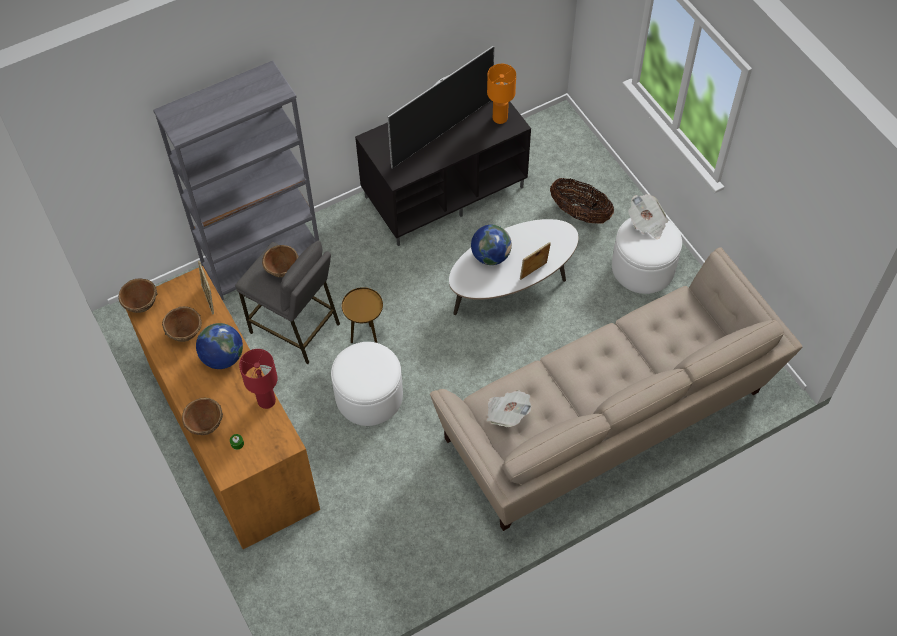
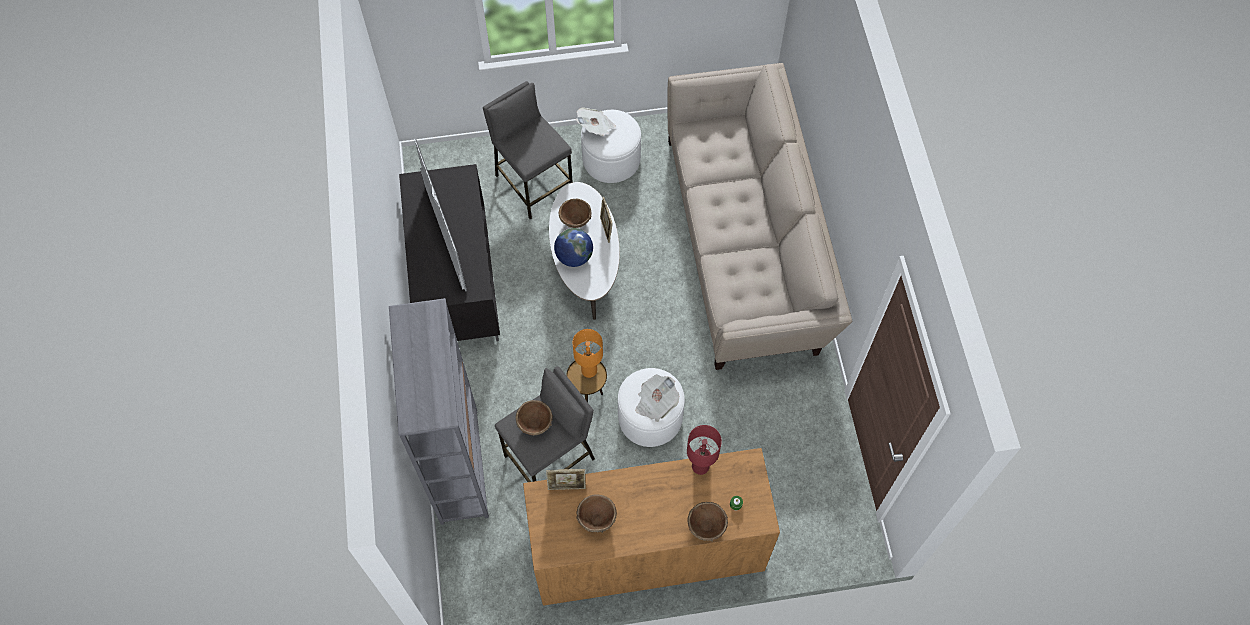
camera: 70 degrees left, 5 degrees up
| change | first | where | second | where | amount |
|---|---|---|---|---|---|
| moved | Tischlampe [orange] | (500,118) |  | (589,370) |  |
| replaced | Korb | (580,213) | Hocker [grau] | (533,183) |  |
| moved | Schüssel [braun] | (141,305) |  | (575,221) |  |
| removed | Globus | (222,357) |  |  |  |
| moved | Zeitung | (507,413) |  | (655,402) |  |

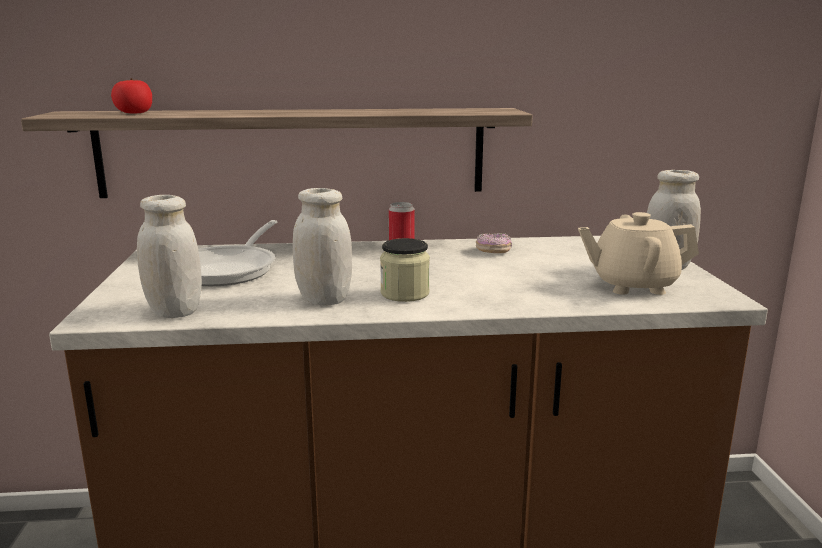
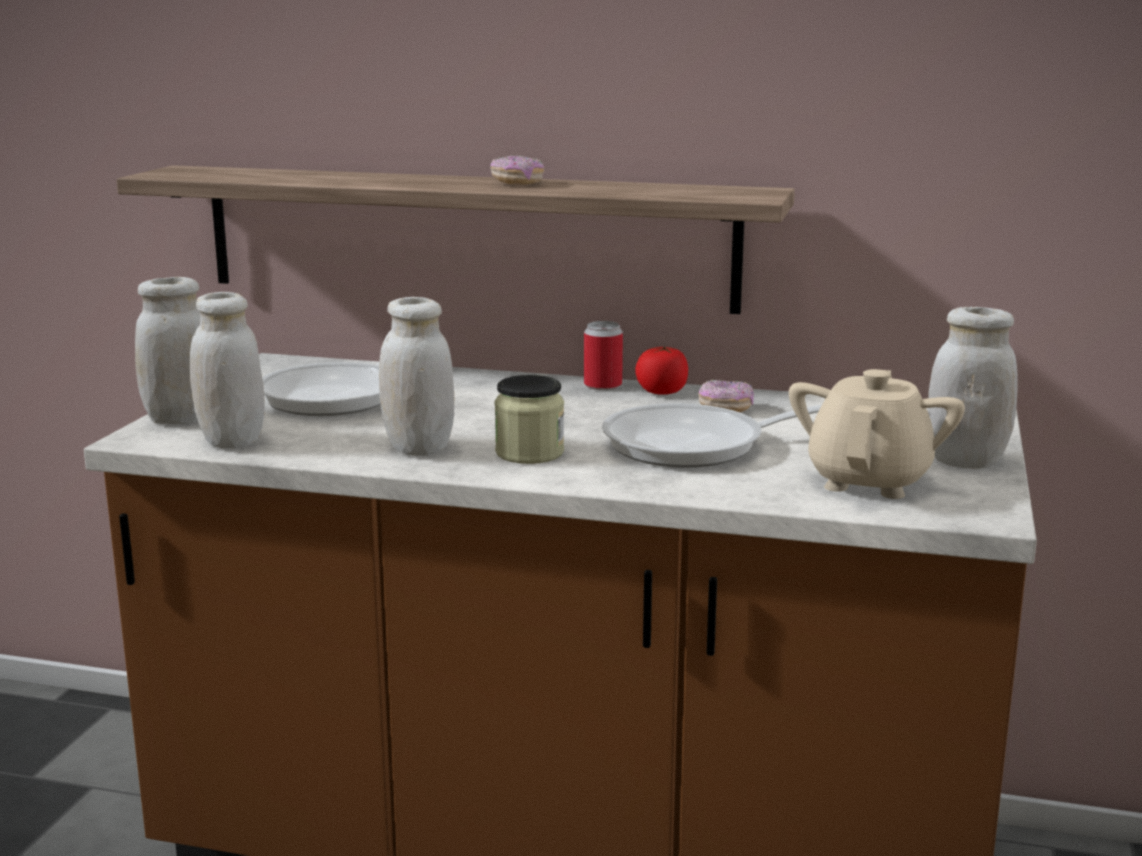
camera: 20 degrees right, 0 degrees up
| change | first | where | second | where | amount |
|---|---|---|---|---|---|
| moved | Tomate | (134,113) |  | (662,392) |  |
| turned | Teekanne [beige] | (632,285) |  | (869,481) | 90 degrees clockwise |
| added |  |  | Donut | (517,183) |  |
| added |  |  | Vorratsglas [weiß] | (181,419) |  |
| added |  |  | Pfanne | (698,445) |  |

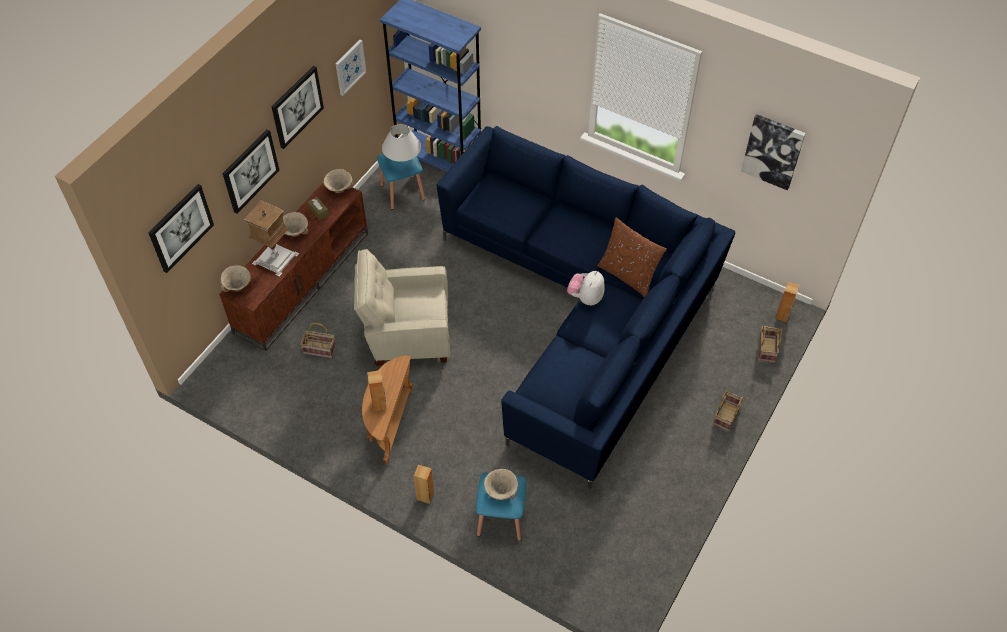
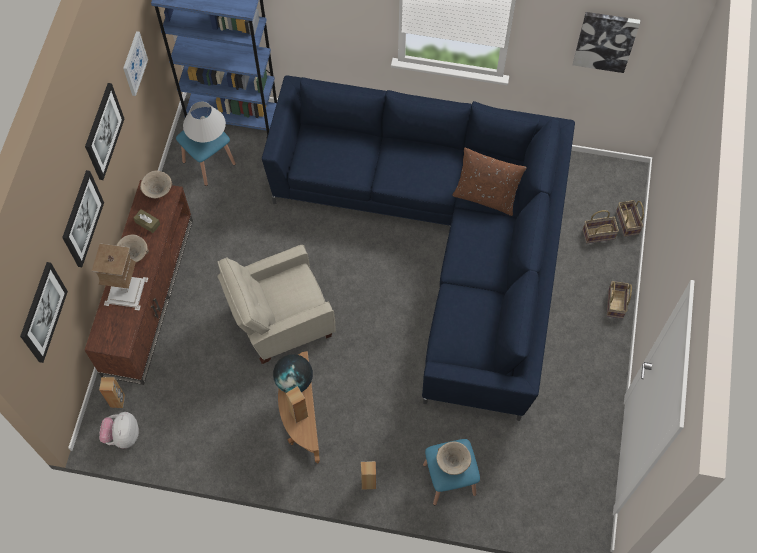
camera: 20 degrees left, 10 degrees up
| change | first | where | second | where | amount |
|---|---|---|---|---|---|
| removed | Schüssel [beige] | (238,287) |  |  |  |
| moved | Plüschtier | (586,297) |  | (122,436) |  |
| moved | Lautsprecher [braun] | (782,315) |  | (117,401) |  |
| moved | Korb | (320,349) |  | (599,234) |  |
| added |  |  | Globus | (294,381) |  |

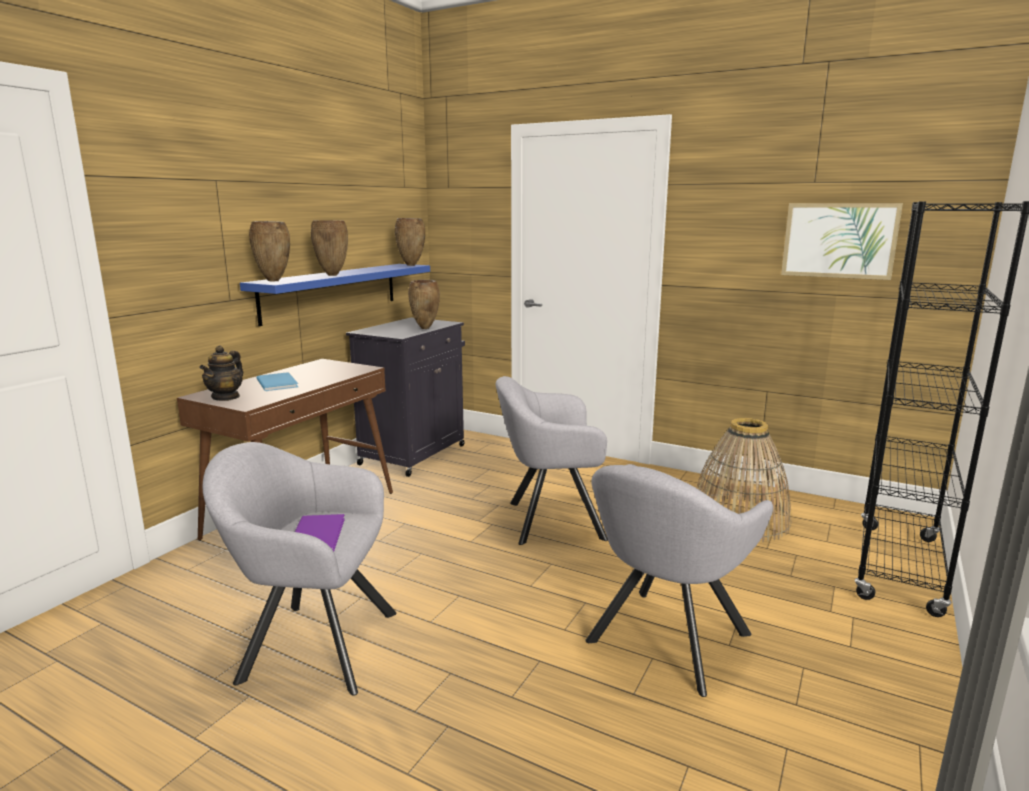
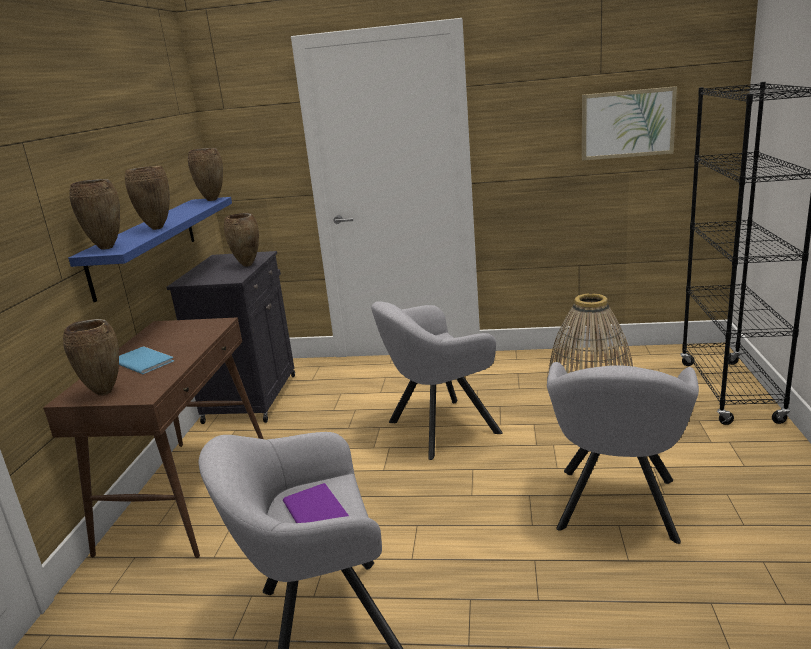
camera: 20 degrees left, 5 degrees up
| change | first | where | second | where | amount |
|---|---|---|---|---|---|
| replaced | Teekanne | (226,397) | Vase [braun] | (105,392) |  |

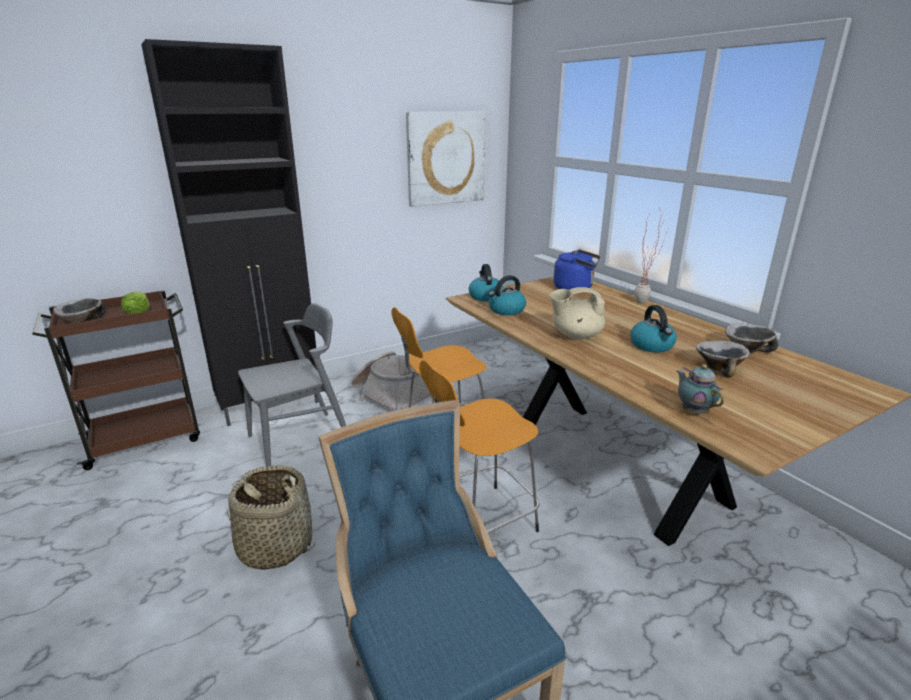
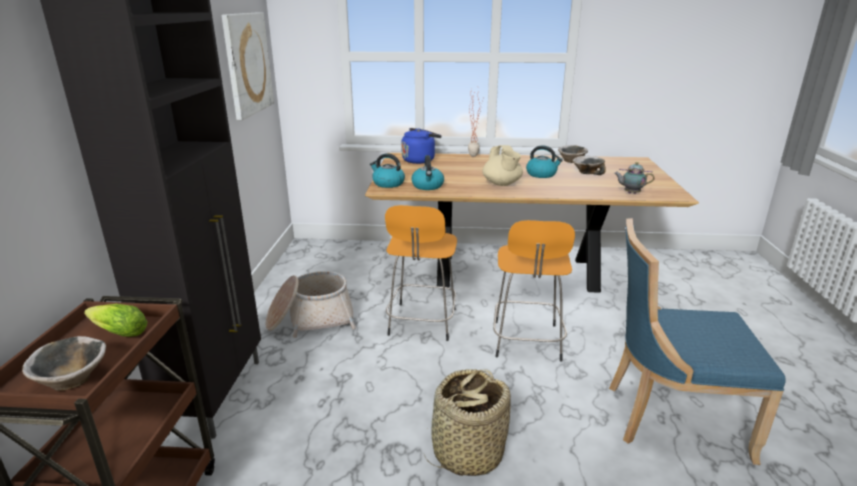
camera: 55 degrees left, 0 degrees up
| change | first | where | second | where | amount |
|---|---|---|---|---|---|
| turned | Teekanne [beige] | (575,336) |  | (502,184) | 45 degrees counterclockwise |
| removed | Stuhl [grau] | (301,442) |  |  |  |

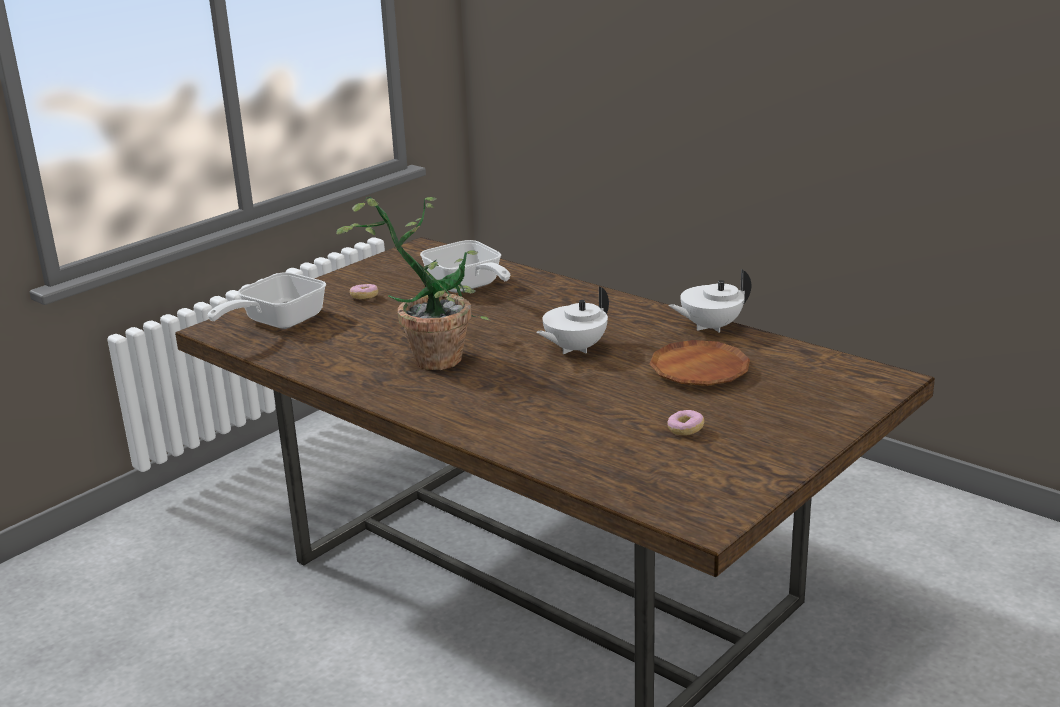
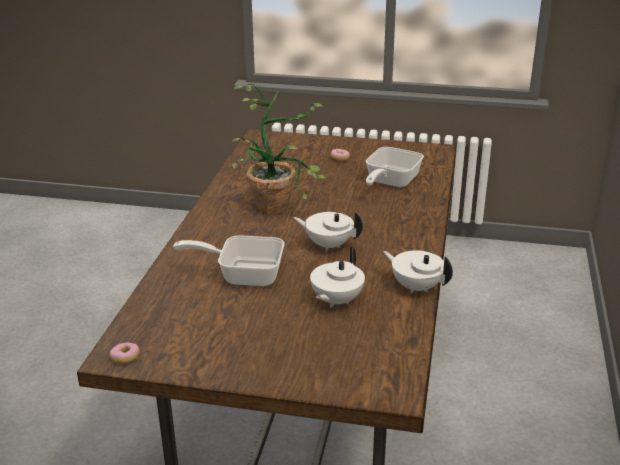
camera: 60 degrees right, 5 degrees up
| change | first | where | second | where | amount |
|---|---|---|---|---|---|
| moved | Pfanne | (276,322) |  | (243,274) |  |
| replaced | Teller [braun] | (699,370) | Teekanne [weiß] | (336,300) |  |
| moved | Donut | (685,430) |  | (125,358) |  |

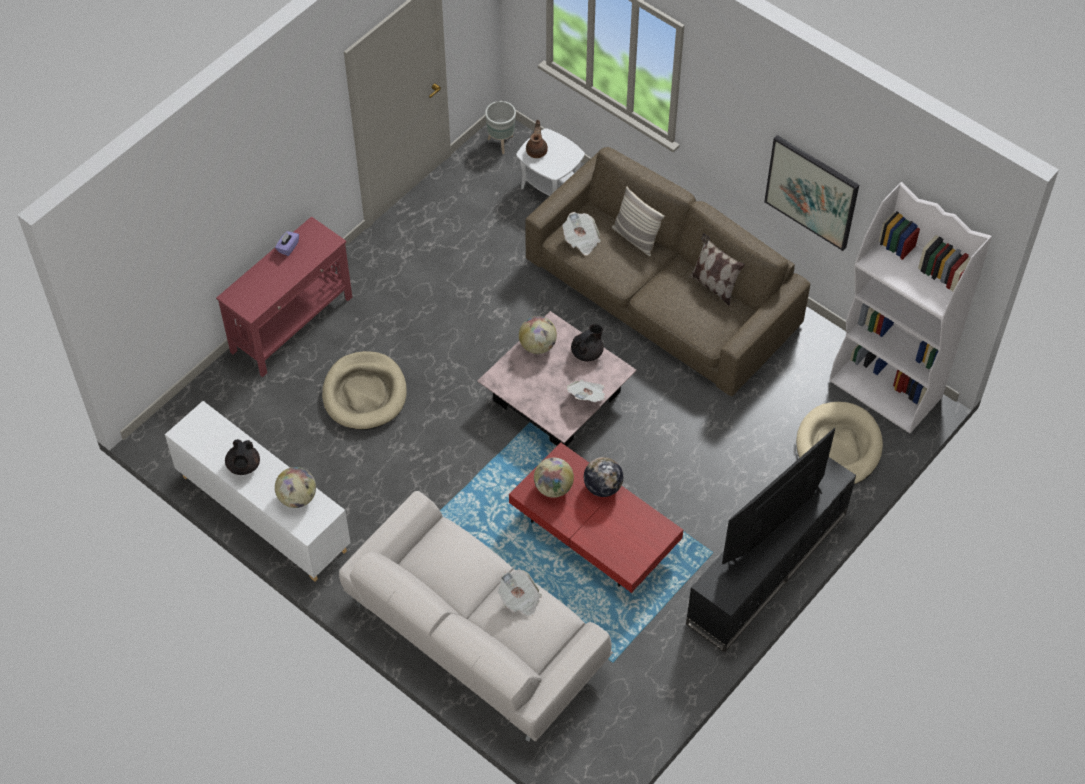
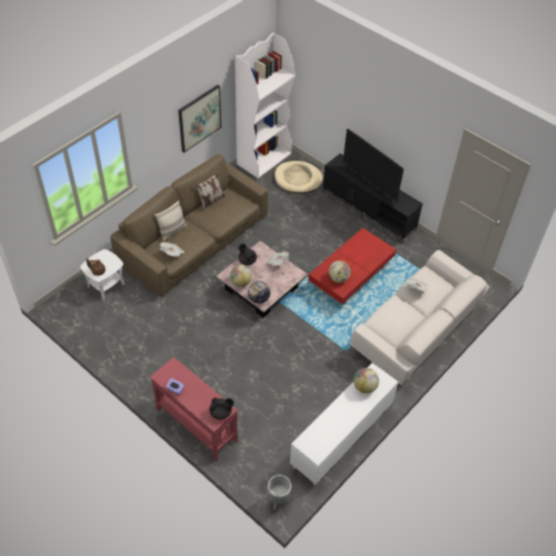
camera: 90 degrees left, 5 degrees down
| change | first | where | second | where | amount |
|---|---|---|---|---|---|
| moved | Pflanzkübel [grau] | (501,142) |  | (278,500) |  |
| removed | Hundebett [beige] | (365,393) |  |  |  |
| moved | Teekanne [schwarz] | (243,466) |  | (221,412) |  |
| moved | Globus | (602,487) |  | (259,299) |  |

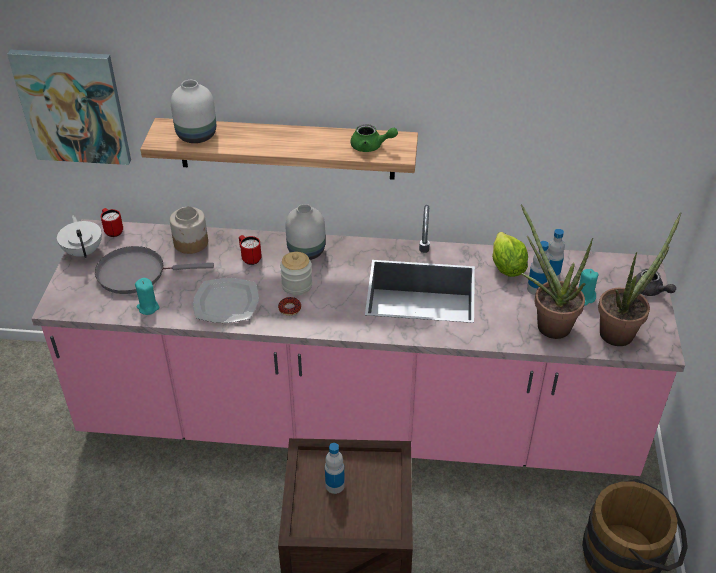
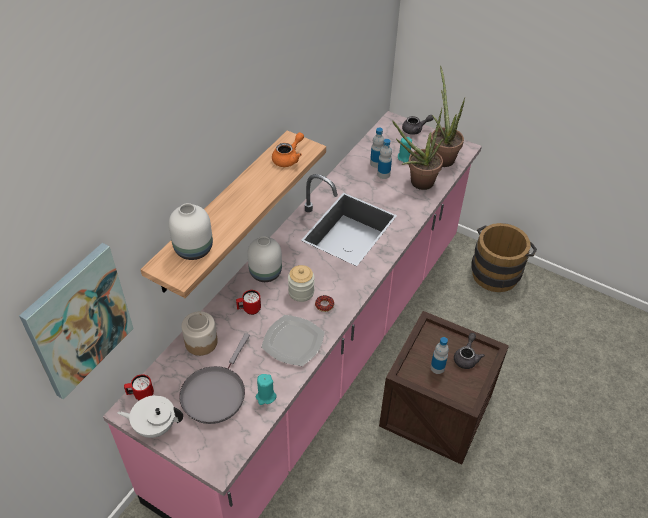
camera: 65 degrees left, 5 degrees up
| change | first | where | second | where | amount |
|---|---|---|---|---|---|
| recoloured | Teekanne [grün] | (371,147) | Teekanne [orange] | (288,158) |  |
| removed | Salatkopf | (506,268) |  |  |  |
| added |  |  | Teekanne [grau] | (466,357) |  |

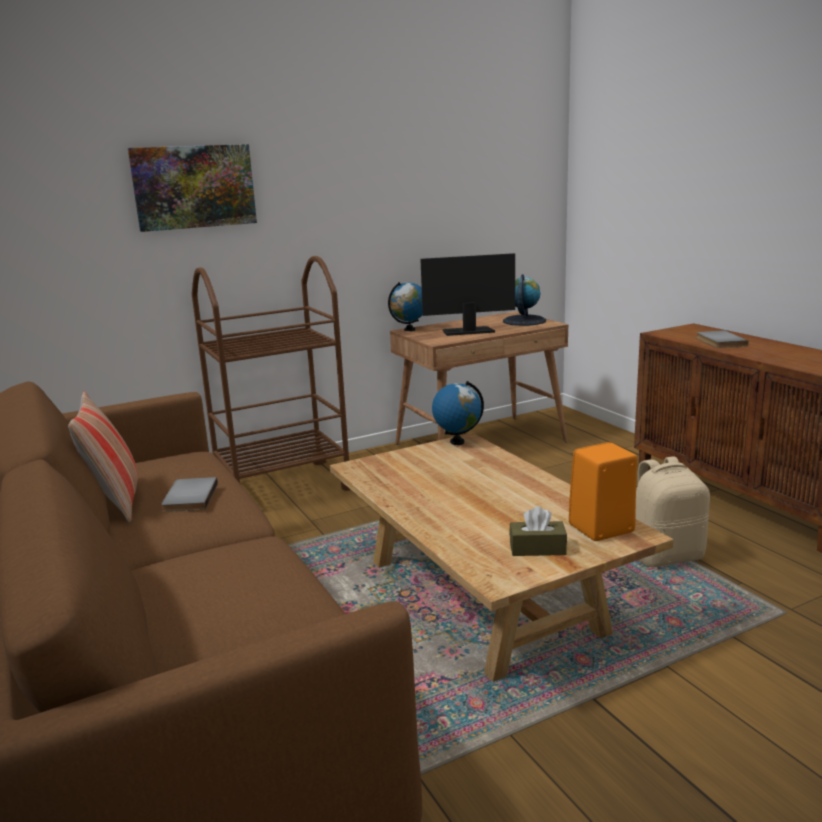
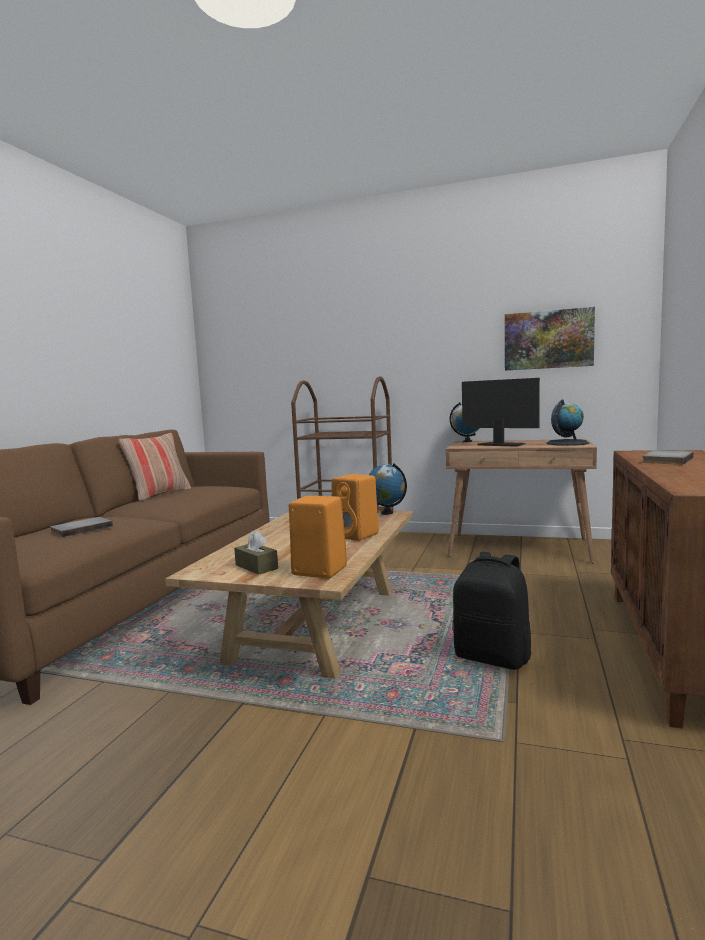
camera: 45 degrees right, 10 degrees down
| change | first | where | second | where | amount |
|---|---|---|---|---|---|
| moved | Bild | (194,187) |  | (548,339) |  |
| recoloured | Rucksack [beige] | (665,556) | Rucksack [schwarz] | (493,657) |  |
| moved | Buch [grau] | (188,497) |  | (81,529) |  |
| added |  |  | Lautsprecher [orange] | (357,535) |  |

